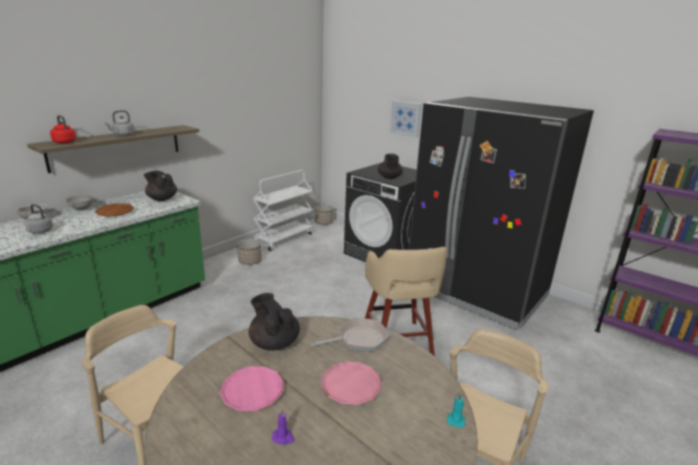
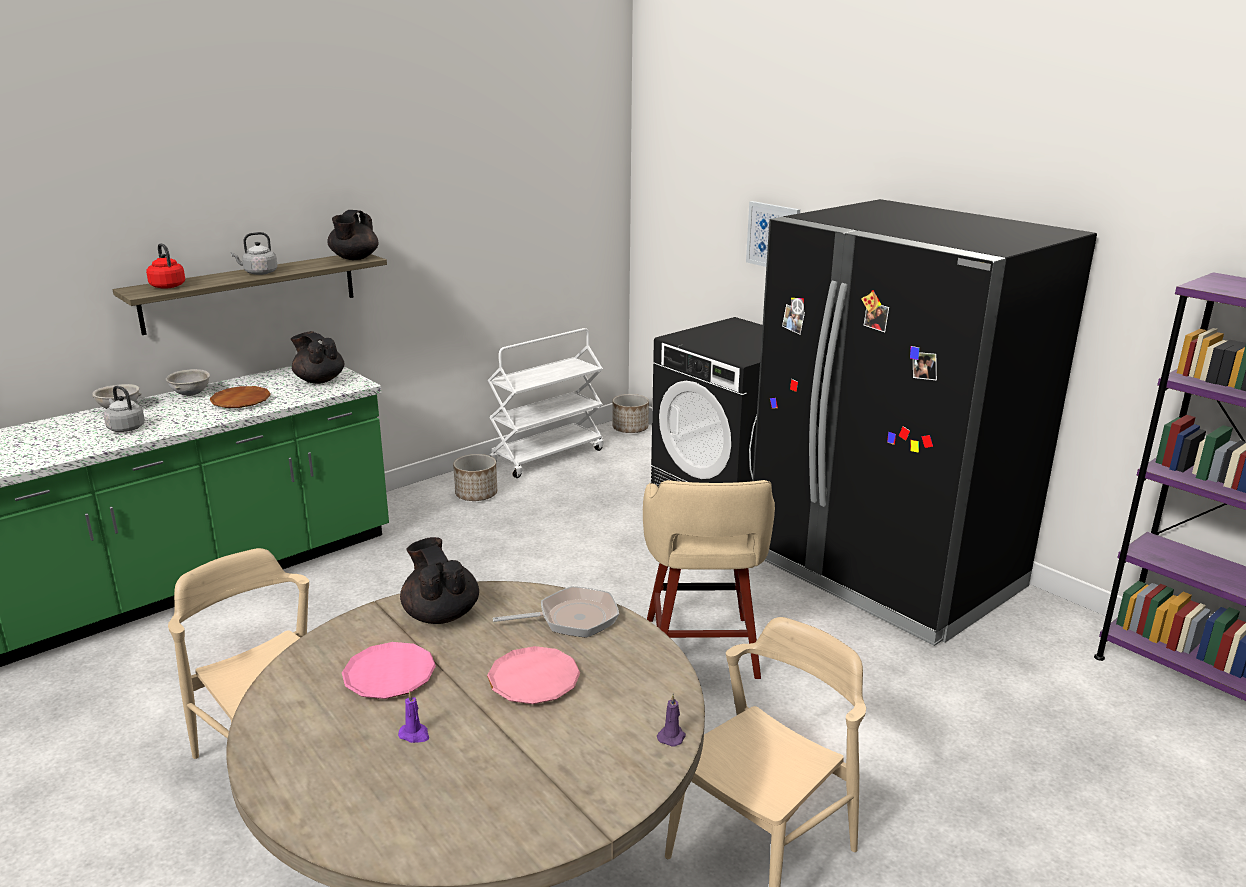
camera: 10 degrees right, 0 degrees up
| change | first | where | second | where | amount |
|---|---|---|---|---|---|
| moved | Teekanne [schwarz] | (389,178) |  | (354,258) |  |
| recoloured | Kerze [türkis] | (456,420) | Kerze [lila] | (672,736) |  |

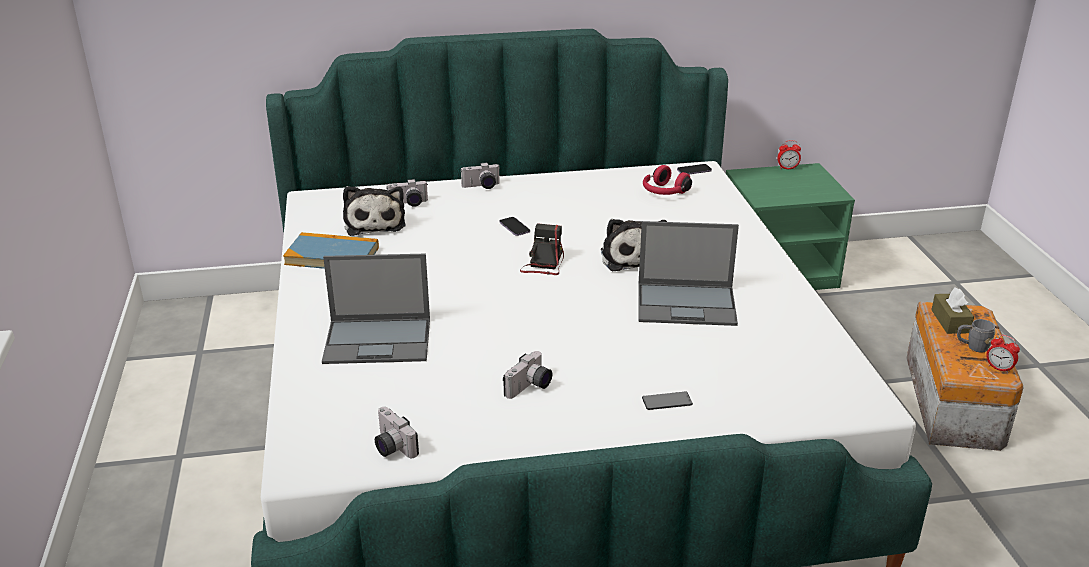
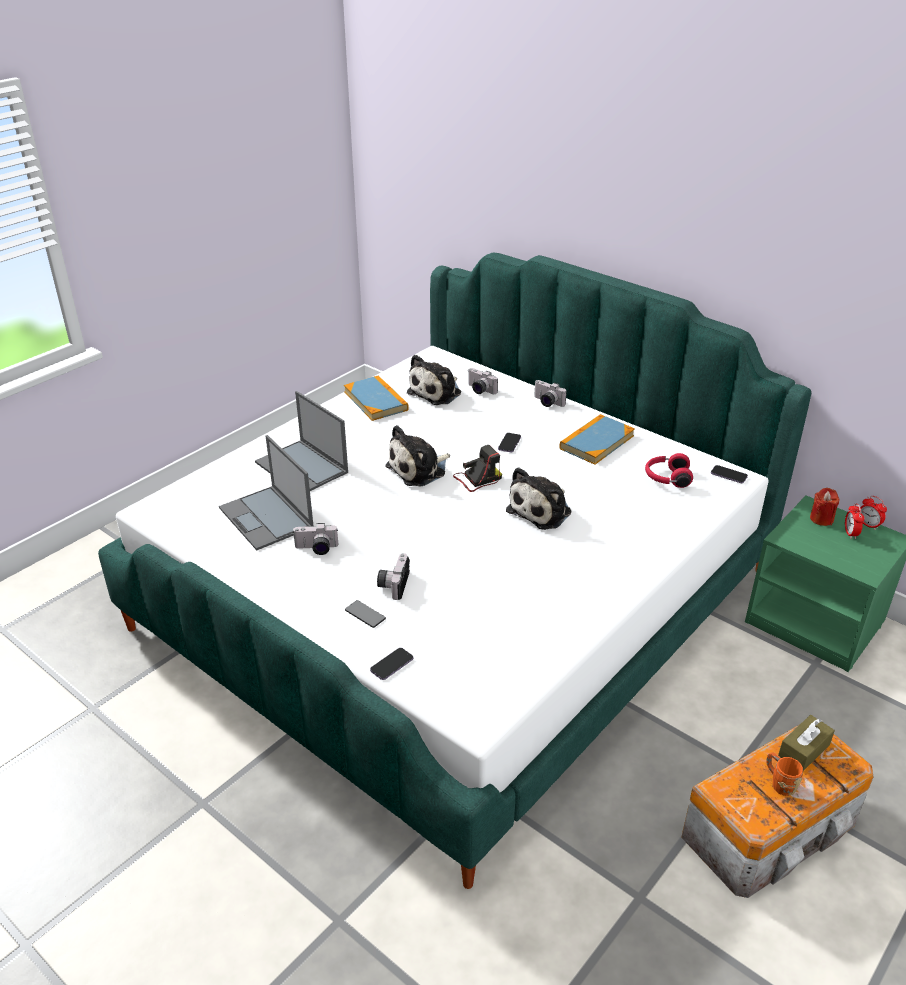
camera: 50 degrees right, 5 degrees up
| change | first | where | second | where | amount |
|---|---|---|---|---|---|
| moved | Laptop | (687,304) |  | (267,518) |  |
| recoloured | Henkelbecher [grau] | (972,347) | Henkelbecher [orange] | (779,782) |  |
| moved | Wecker | (999,368) |  | (850,533) |  |
| moved | Kamera | (391,447) |  | (393,584) |  |
| added |  |  | Buch | (596,442) |  |
| added |  |  | Plüschtier | (419,470) |  |
| added |  |  | Kerze [rot] | (821,519) |  |
| added |  |  | Handy | (392,665) |  |

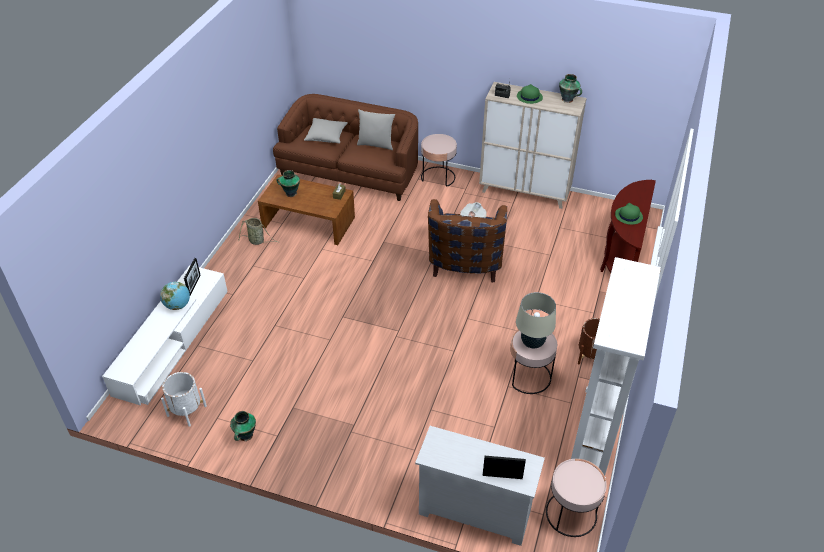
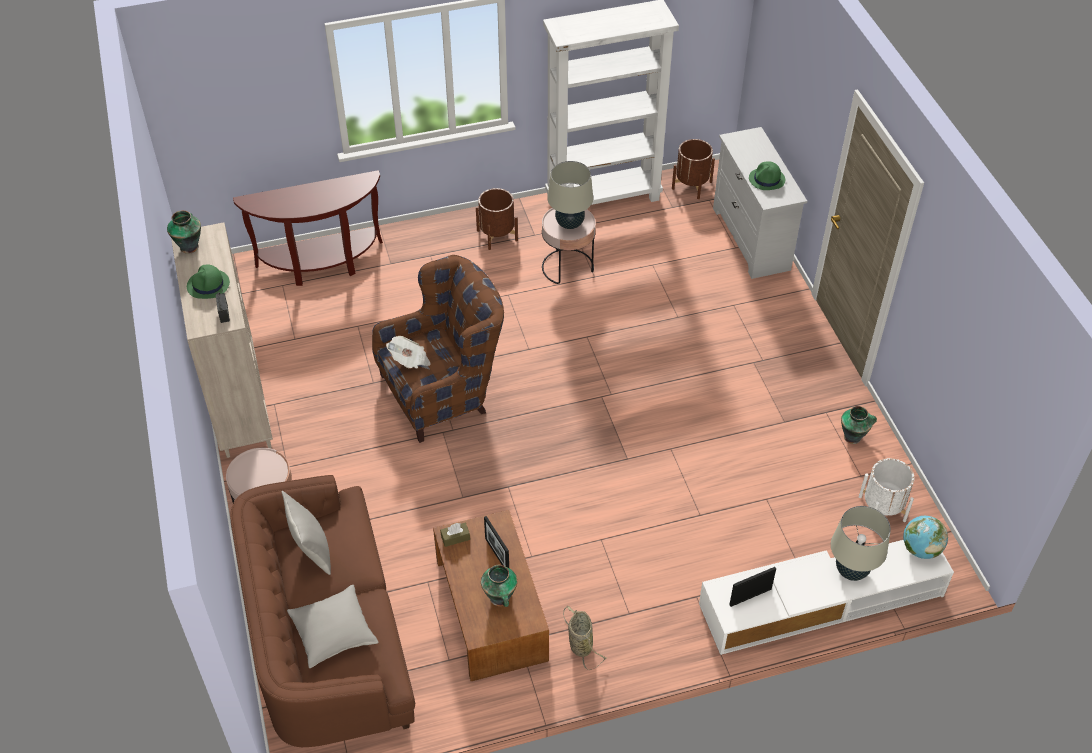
camera: 125 degrees left, 5 degrees up
| change | first | where | second | where | amount |
|---|---|---|---|---|---|
| moved | Hut [grün] | (628,216) |  | (767,179) |  |
| moved | Globus | (178,305) |  | (920,549) |  |
| moved | Bilderrahmen | (502,476) |  | (497,555) |  |
| replaced | Beistelltisch [rosa] | (570,514) | Pflanzkübel [braun] | (691,185) |  |
| added |  |  | Tischlampe [beige] | (851,570) |  |

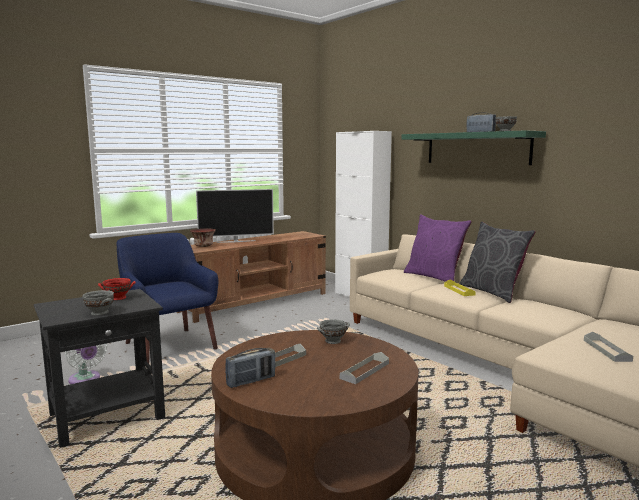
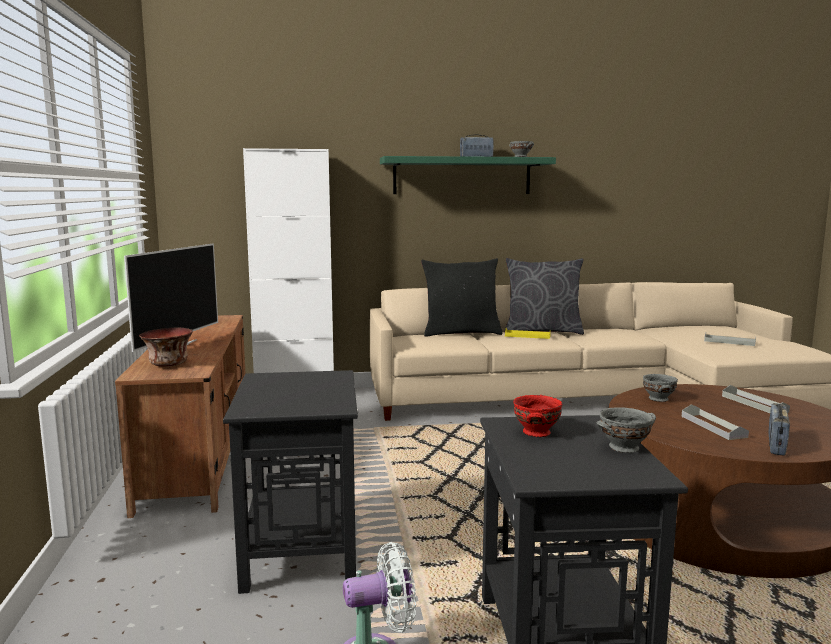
camera: 60 degrees left, 0 degrees up
| change | first | where | second | where | amount |
|---|---|---|---|---|---|
| recoloured | Kissen [lila] | (434,277) | Kissen [schwarz] | (461,333) |  |
| replaced | Sessel [blau] | (169,345) | Beistelltisch [schwarz] | (301,550) |  |
| turned | Radio | (251,381) |  | (776,445) | 150 degrees counterclockwise |

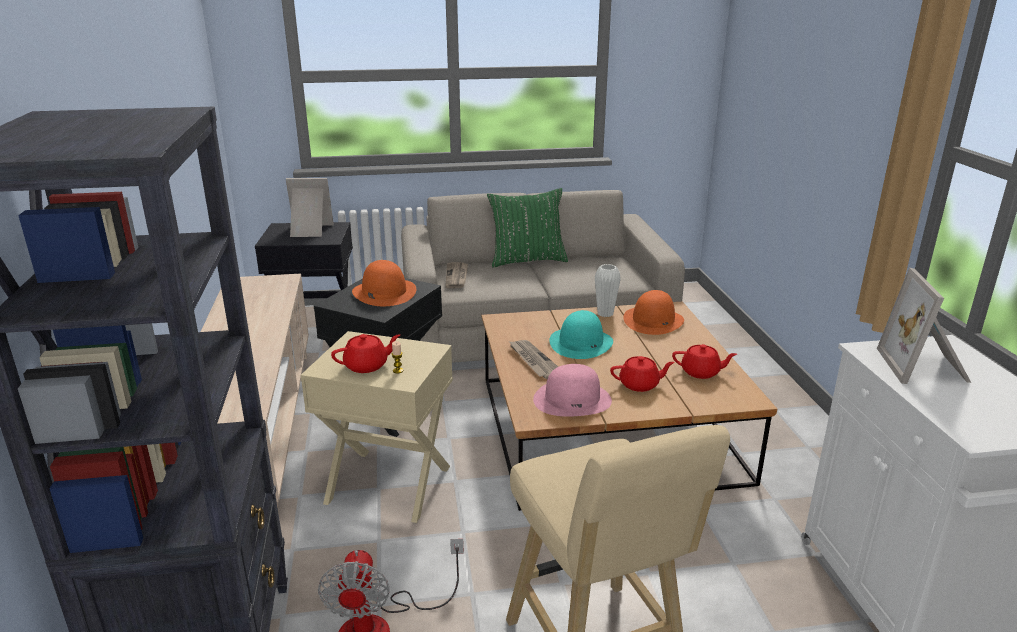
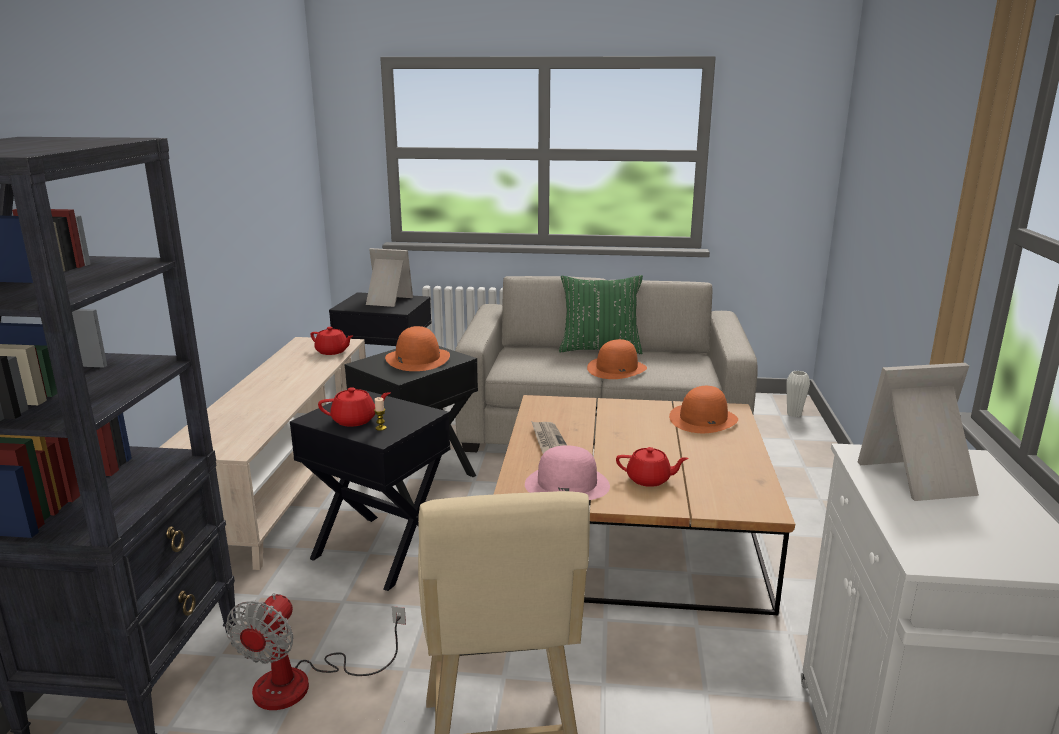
camera: 15 degrees right, 5 degrees down
| change | first | where | second | where | amount |
|---|---|---|---|---|---|
| removed | Zeitung | (457,277) |  |  |  |
| moved | Vase [weiß] | (605,313) |  | (794,414) |  |
| turned | Bilderrahmen | (925,367) |  | (921,479) | 60 degrees clockwise |
| removed | Hut [türkis] | (581,343) |  |  |  |
| recoloured | Beistelltisch [beige] | (388,485) | Beistelltisch [schwarz] | (379,551) |  |
| moved | Teekanne [rot] | (701,372) |  | (332,351) |  |
| added |  |  | Hut [orange] | (616,369) |  |

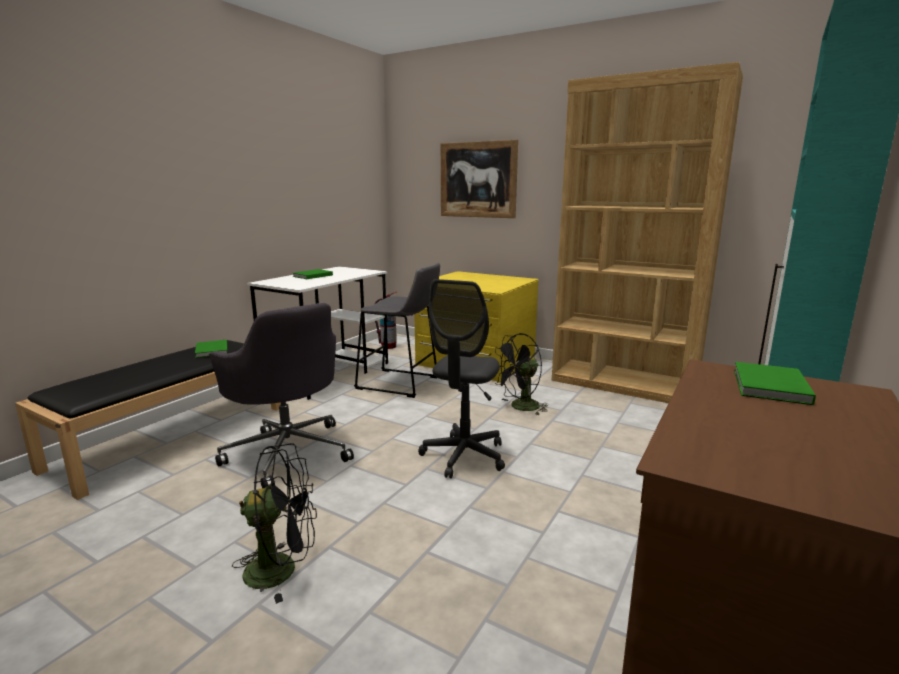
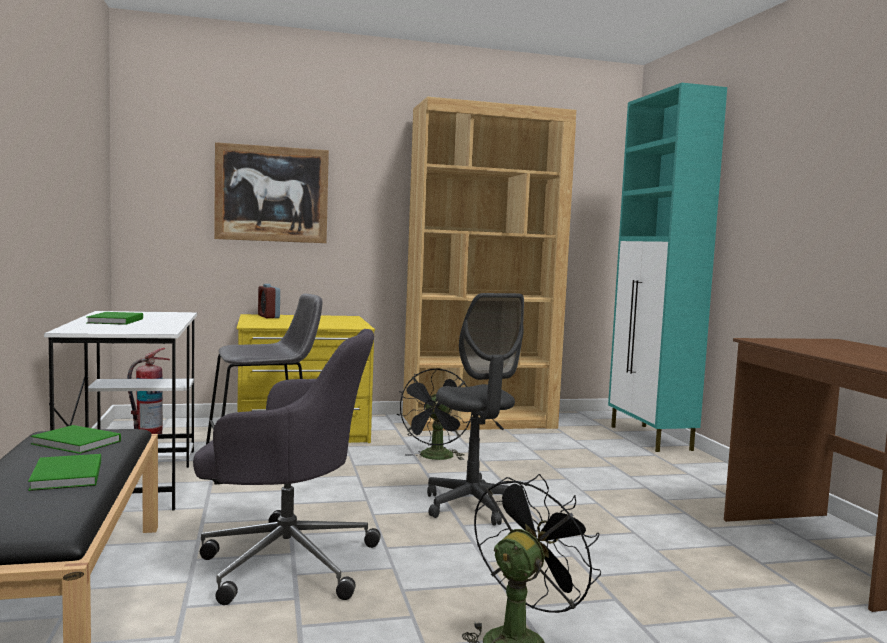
camera: 45 degrees left, 10 degrees down
| change | first | where | second | where | amount |
|---|---|---|---|---|---|
| moved | Buch [grün] | (769,387) |  | (65,476) |  |
| added |  |  | Wecker | (268,316) |  |

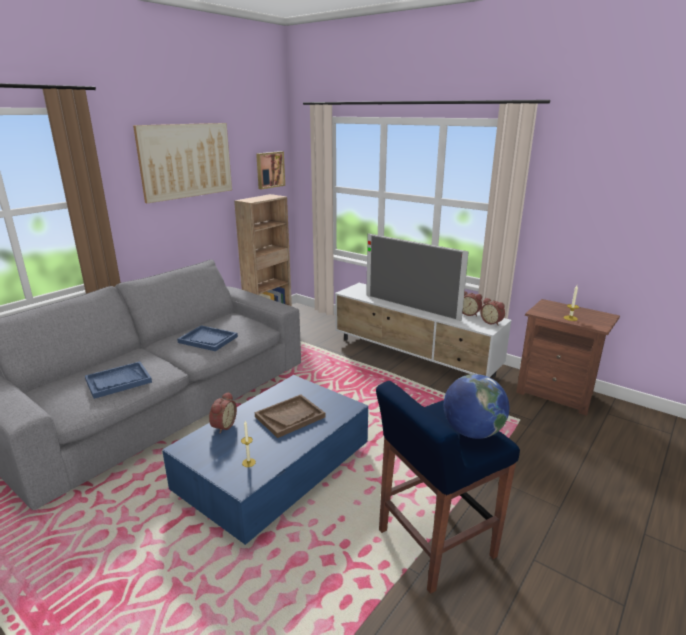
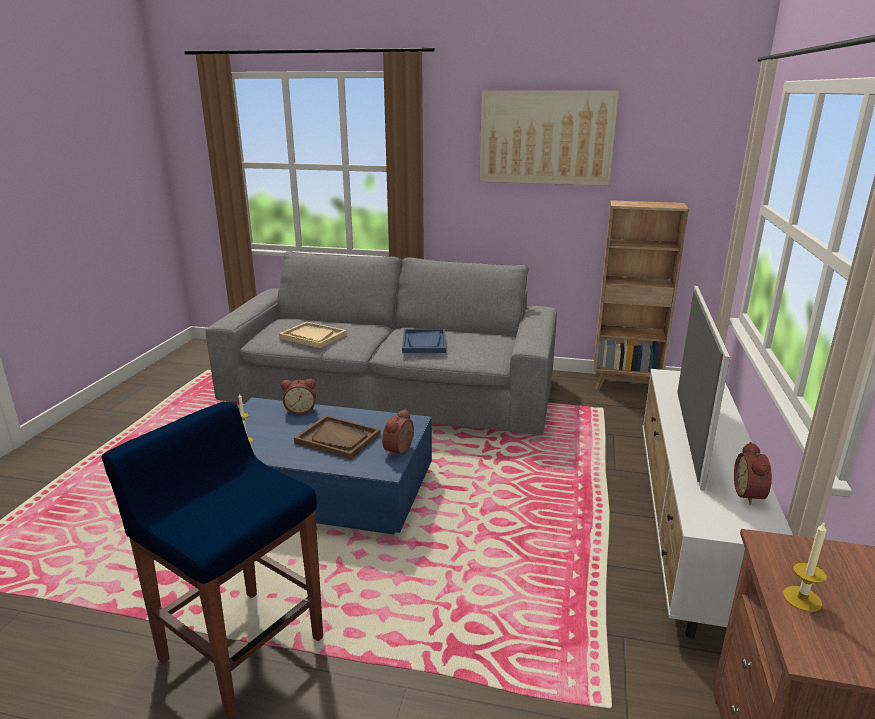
camera: 65 degrees right, 0 degrees up
| change | first | where | second | where | amount |
|---|---|---|---|---|---|
| removed | Bild | (269,169) |  |  |  |
| moved | Wecker | (492,322) |  | (400,451) |  |
| recoloured | Tablett [blau] | (118,381) | Tablett [beige] | (313,336) |  |
| removed | Globus | (472,432) |  |  |  |

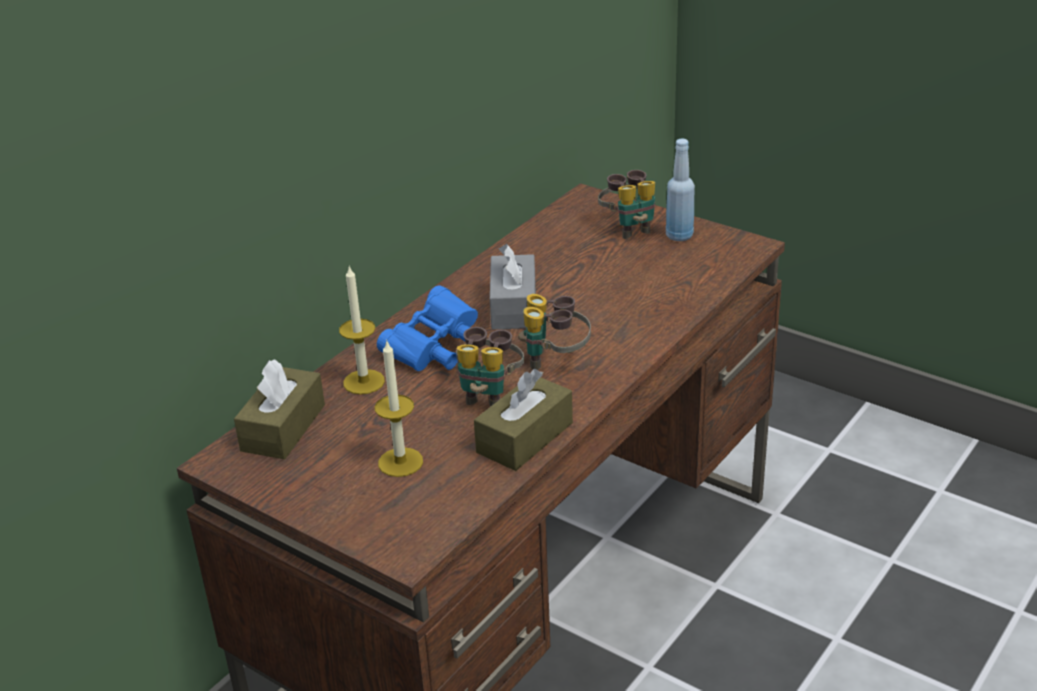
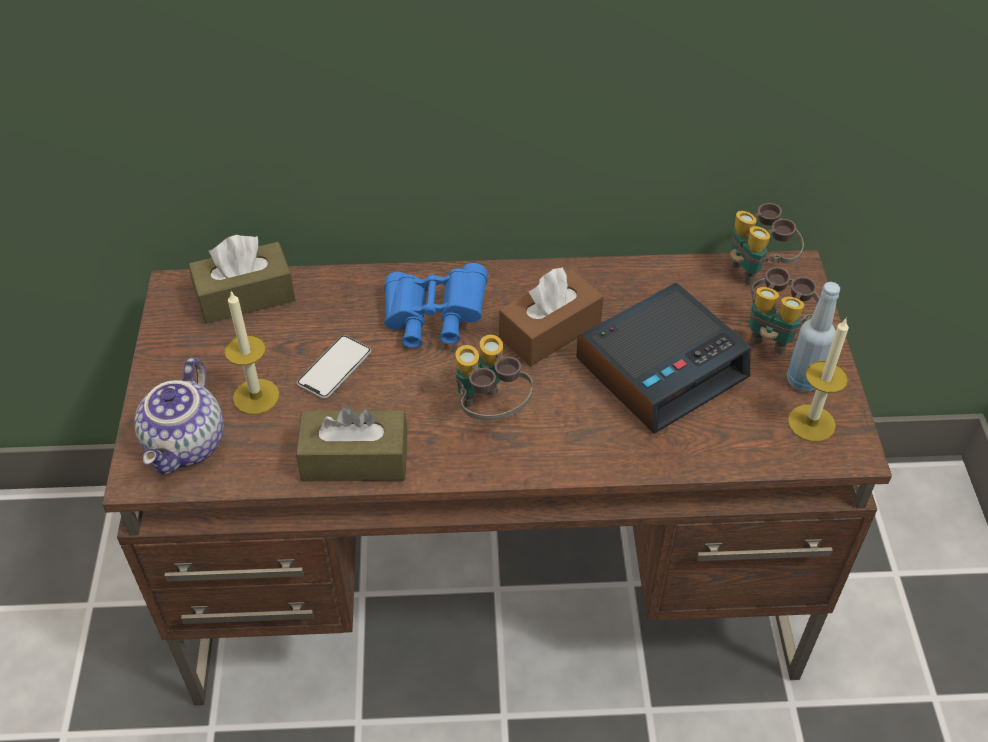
camera: 50 degrees right, 15 degrees up
| change | first | where | second | where | amount |
|---|---|---|---|---|---|
| recoloured | Taschentuchbox [grau] | (514,306) | Taschentuchbox [braun] | (550,331) |  |
| moved | Kerze | (364,382) |  | (811,423) |  |
| moved | Fernglas | (488,394) |  | (757,269) |  |
| added |  |  | Wecker | (661,367) |  |
| added |  |  | Handy | (334,368) |  |
| added |  |  | Teekanne | (188,445) |  |

